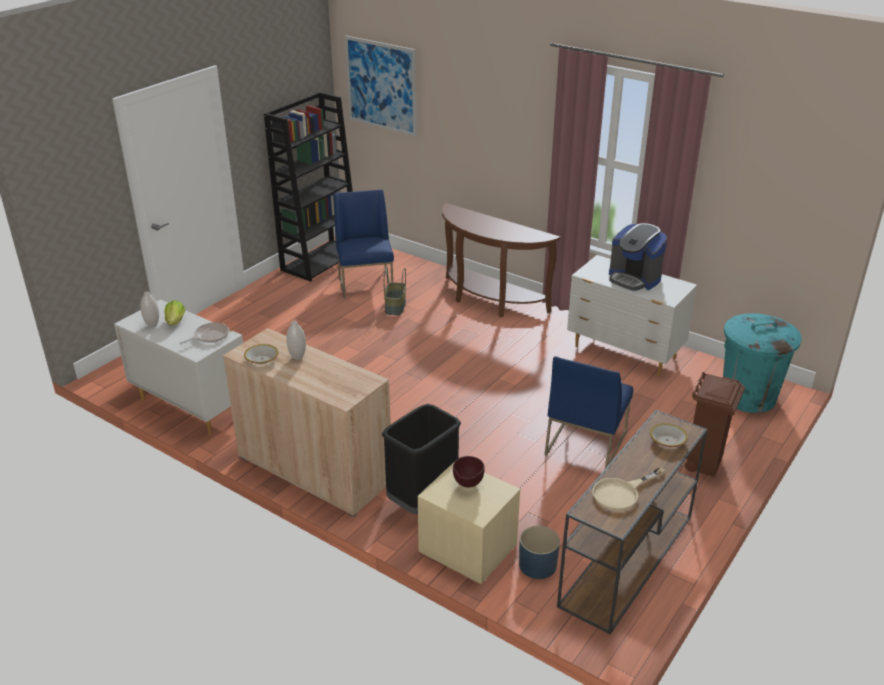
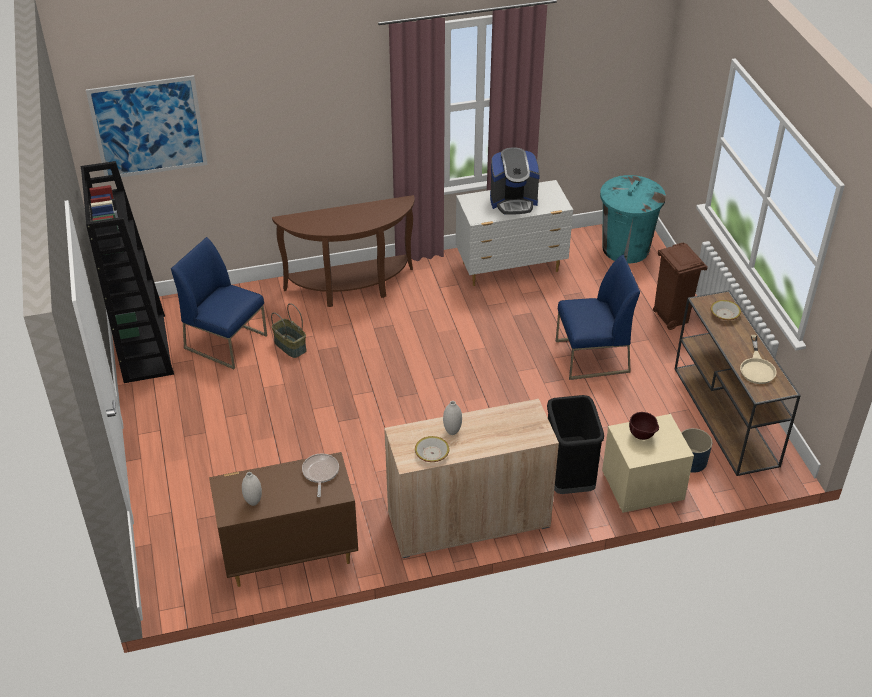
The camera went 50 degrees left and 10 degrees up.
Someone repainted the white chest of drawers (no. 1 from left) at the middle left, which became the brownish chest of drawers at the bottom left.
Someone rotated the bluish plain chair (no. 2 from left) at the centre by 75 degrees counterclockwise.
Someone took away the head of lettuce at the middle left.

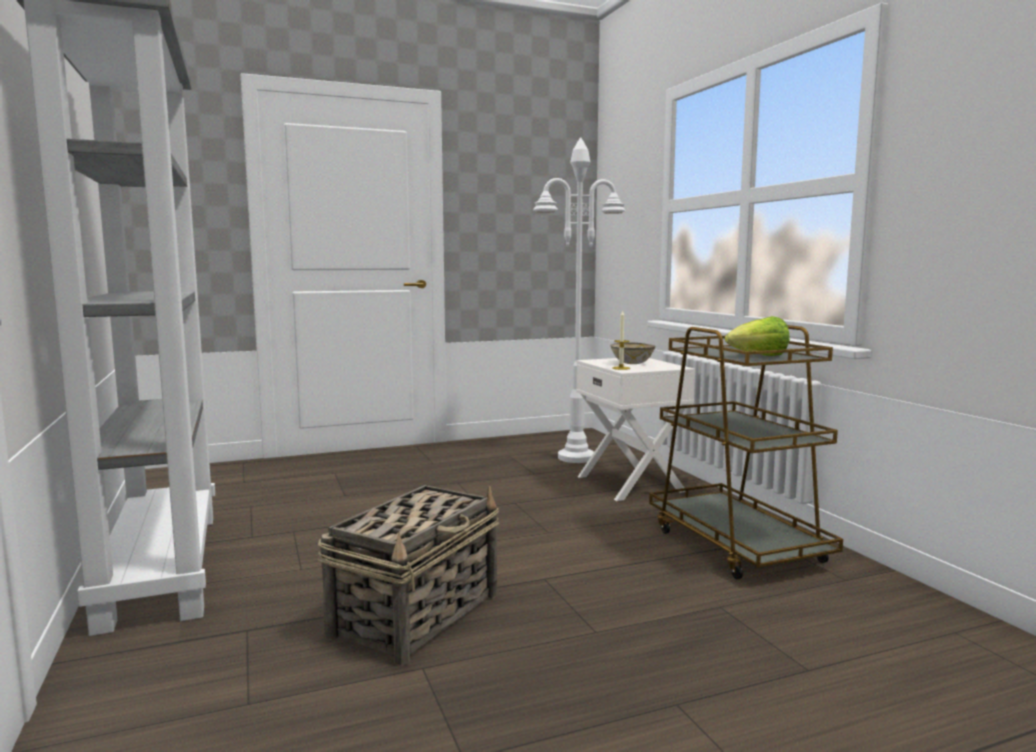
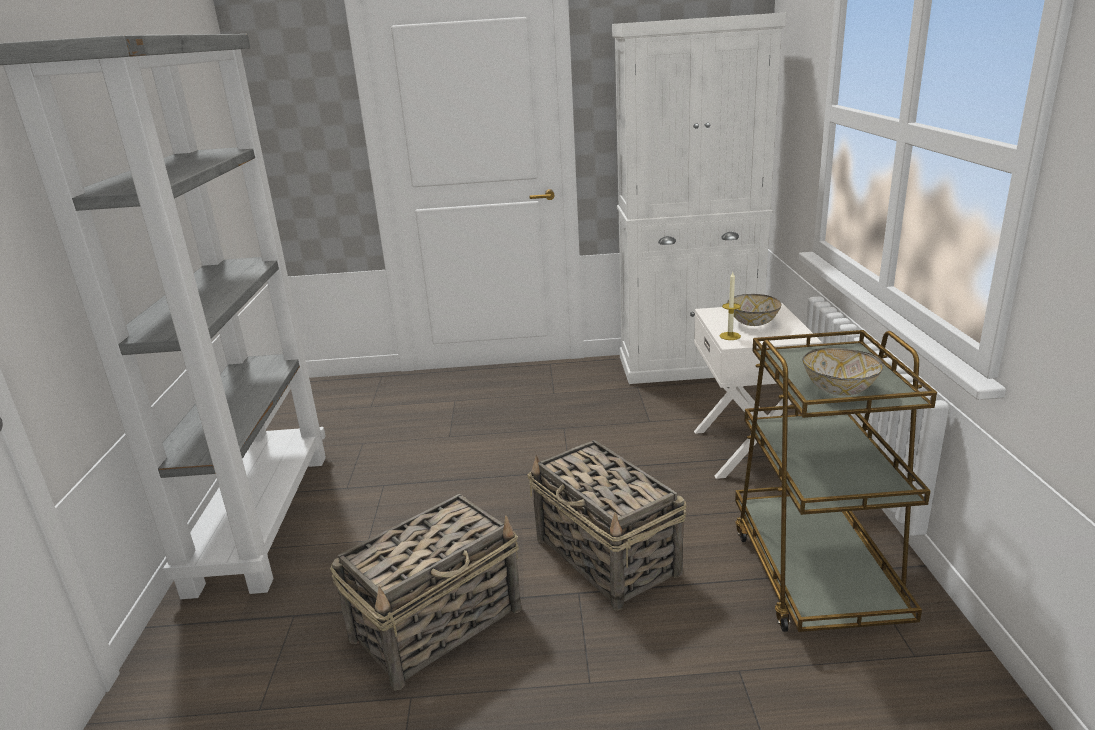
The camera went 20 degrees right and 15 degrees up.
Someone put down the storage basket (no. 2 from left) at the bottom centre.
Someone put down the white cupboard at the top centre.
Someone swapped the head of lettuce at the middle right for the deep dish (no. 2 from left) at the middle right.
Someone took away the white standing lamp at the centre.

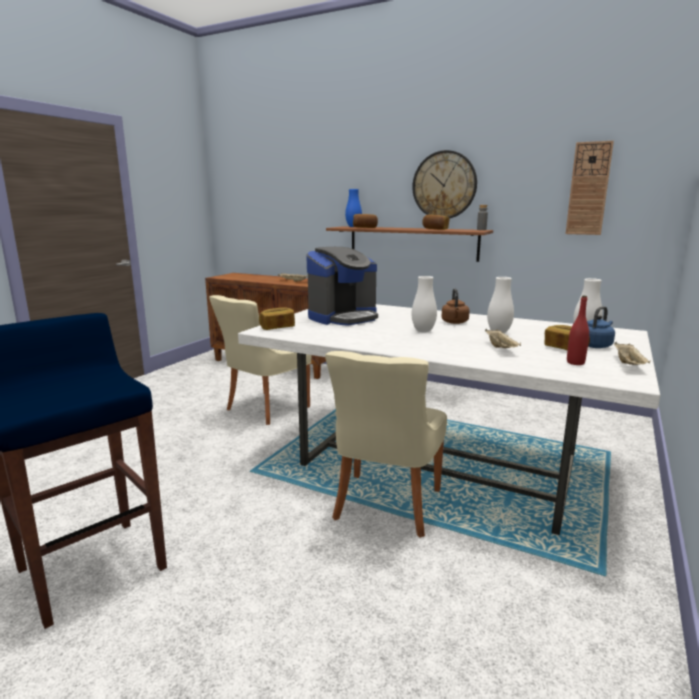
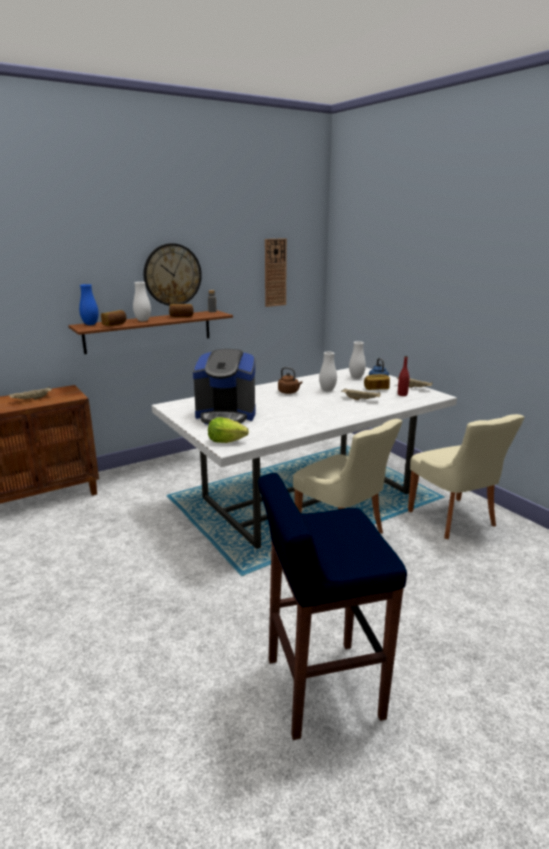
The camera went 60 degrees left and 5 degrees up.
Someone carried the white decorative vase (no. 1 from left) from the centre to the middle left.
Someone rotated the coffee machine at the centre by 105 degrees clockwise.
Someone swapped the baked bread (no. 1 from left) at the centre for the head of lettuce at the centre.
Someone carried the beige plain chair (no. 1 from left in the first image) from the centre to the middle right.

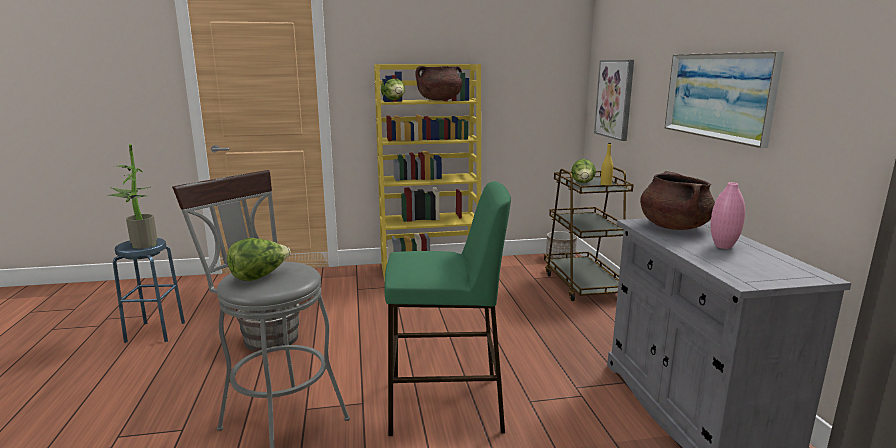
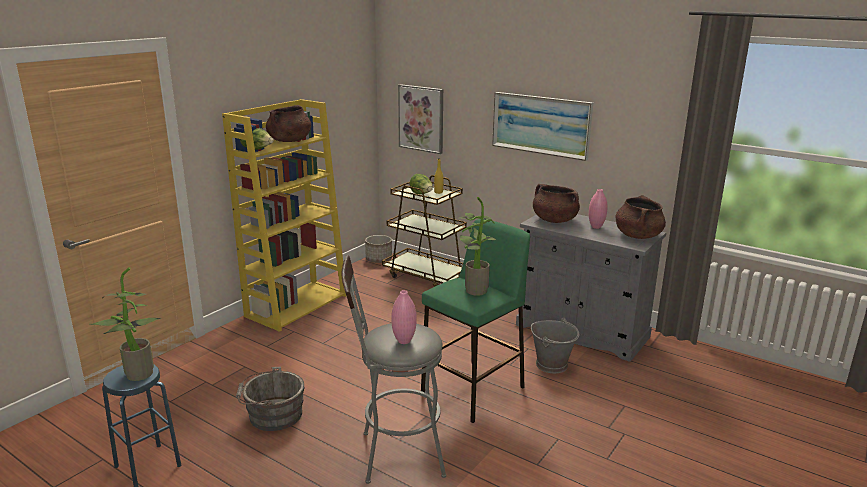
The camera went 45 degrees left and 5 degrees up.
Someone swapped the head of lettuce (no. 1 from left) at the middle left for the pink-coloured decorative vase (no. 1 from left) at the centre.
Someone put down the houseplant (no. 2 from left) at the centre.
Someone put down the grey bucket (no. 2 from left) at the bottom centre.
Someone put down the brownish saucepot (no. 3 from left) at the middle right.

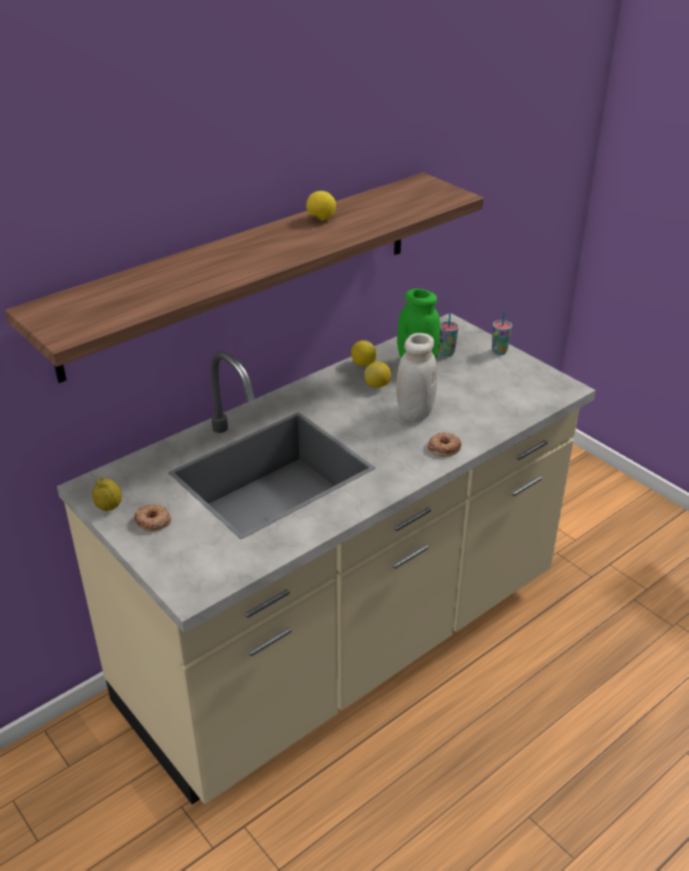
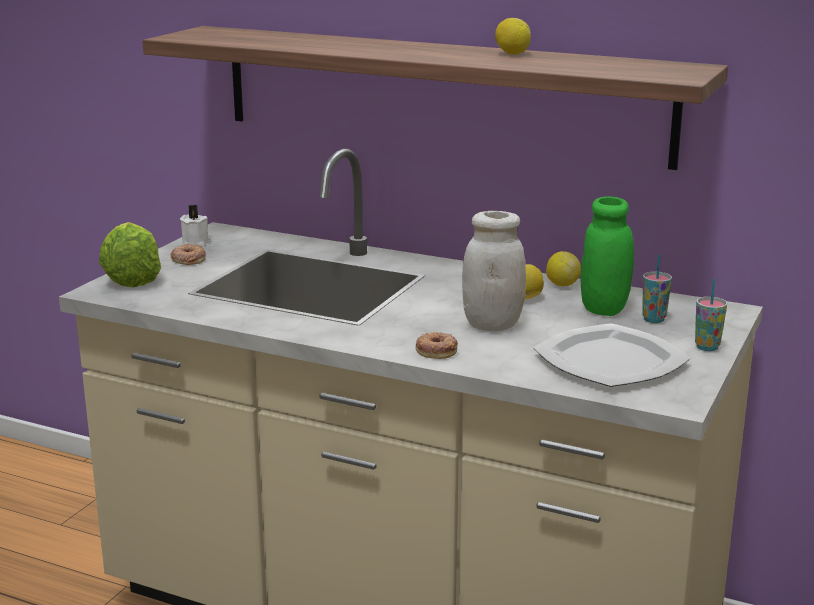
The camera went 65 degrees right and 15 degrees down.
Someone put down the head of lettuce at the middle left.
Someone swapped the citrus fruit (no. 1 from left) at the middle left for the white wax candle at the middle left.
Someone put down the flat dish at the middle right.

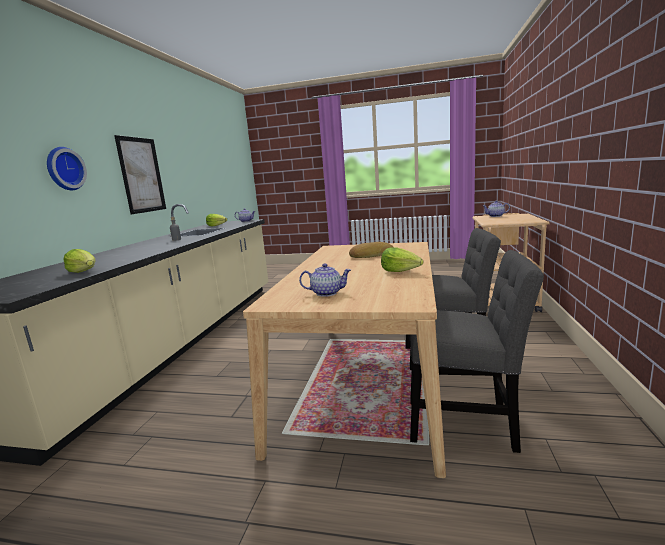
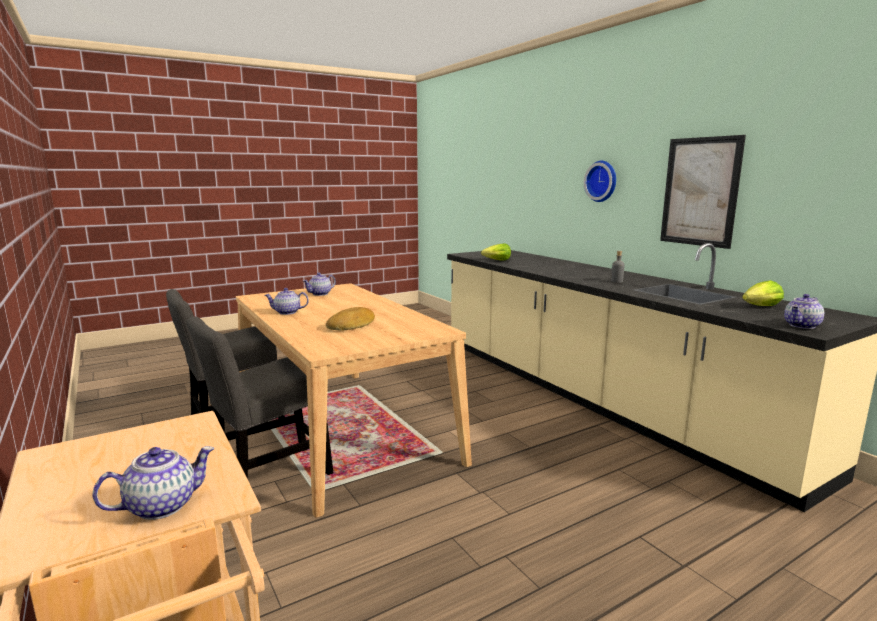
The camera went 135 degrees right and 0 degrees up.
Someone swapped the head of lettuce (no. 3 from left) at the centre for the pot for tea (no. 2 from left) at the middle left.

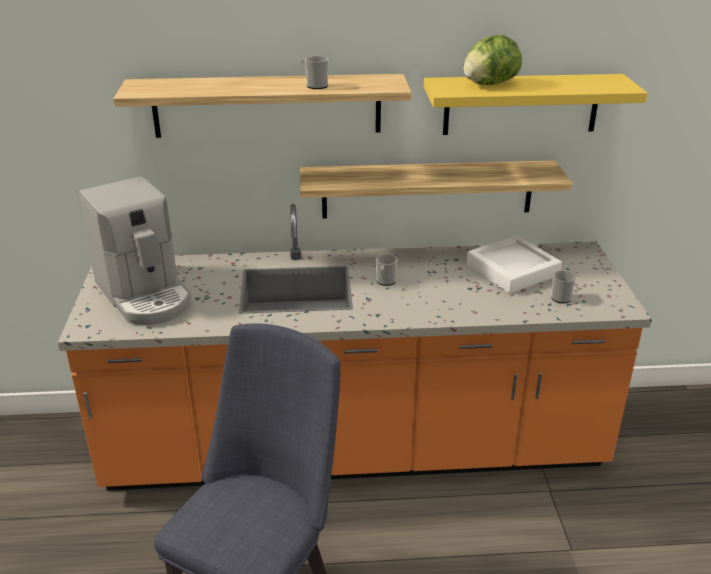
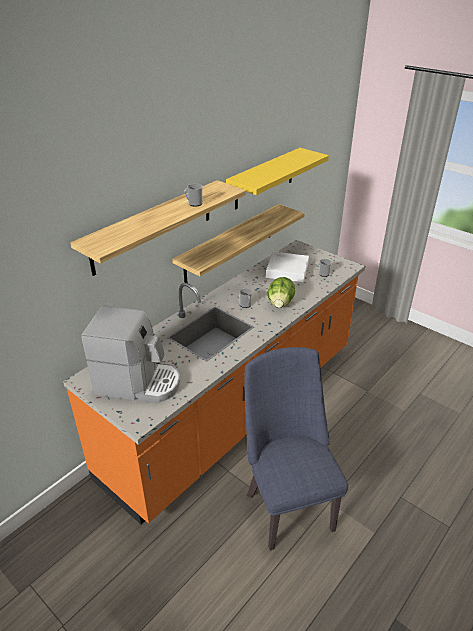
The camera went 45 degrees left and 5 degrees up.
Someone carried the head of lettuce from the top right to the centre.

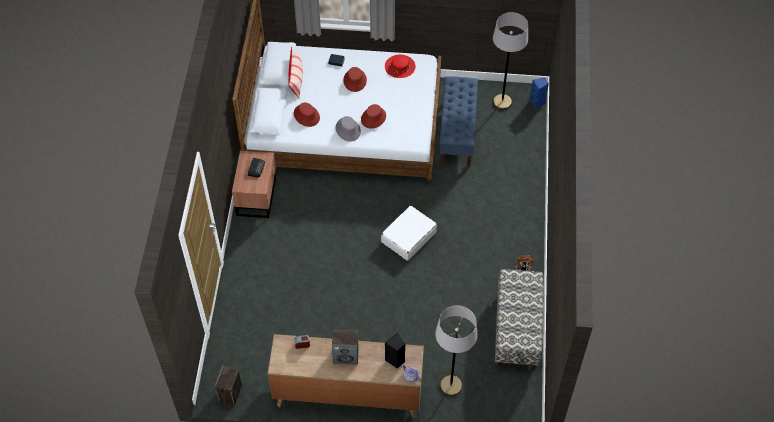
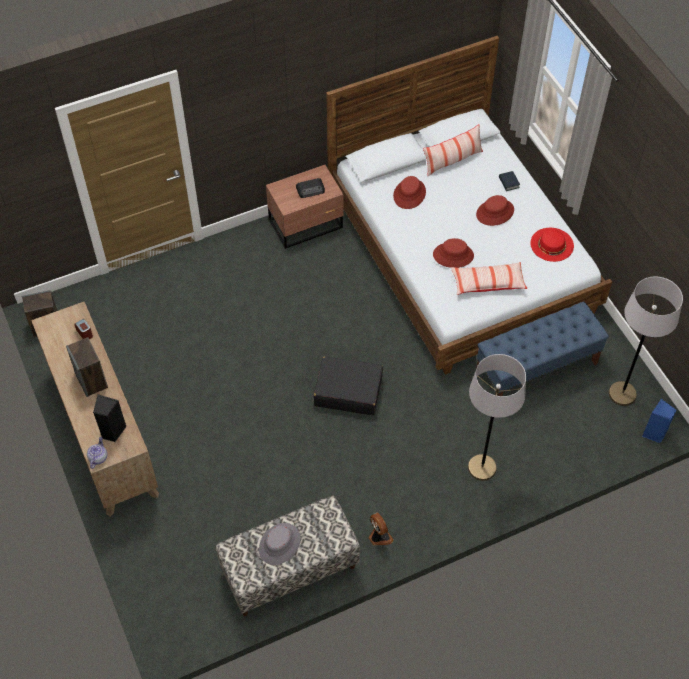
The camera went 60 degrees right and 0 degrees up.
Someone carried the grey clothing hat from the top centre to the bottom centre.
Someone repainted the white travel case at the centre, which became the black-coloured travel case at the centre.
Someone put down the throw pillow (no. 2 from left) at the middle right.
Someone carried the grey standing lamp (no. 1 from left) from the bottom centre to the middle right.

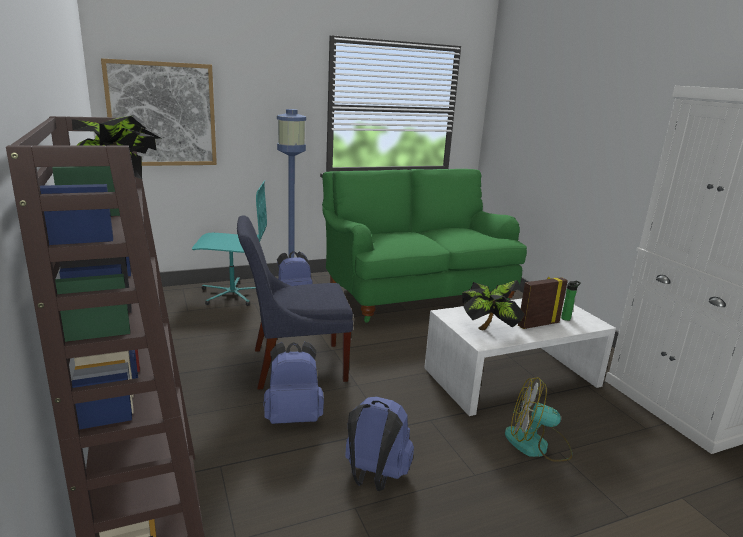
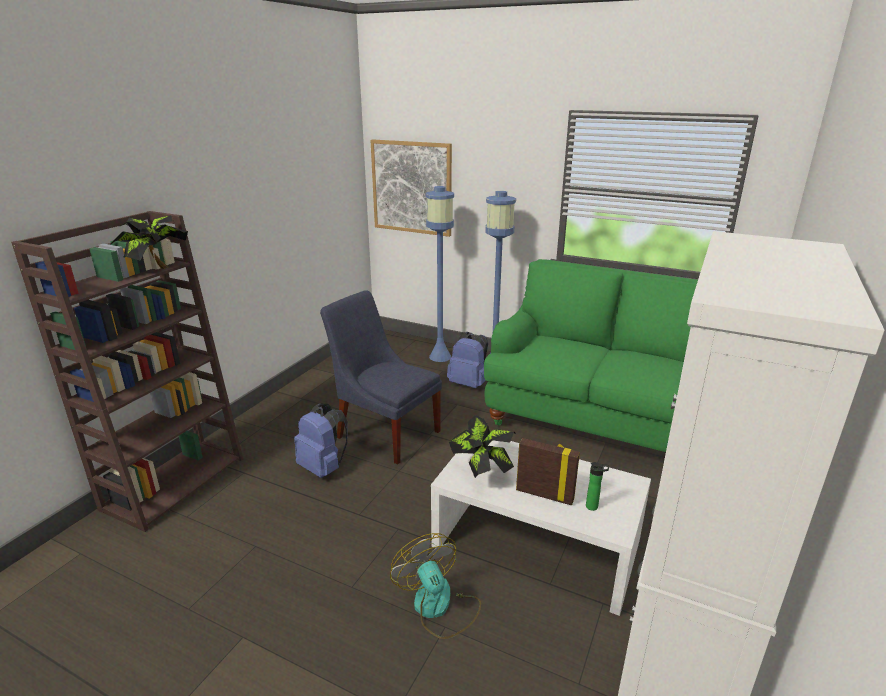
The camera went 50 degrees right and 5 degrees up.
Someone swapped the turquoise-coloured computer chair at the middle left for the bluish standing lamp (no. 1 from left) at the centre.
Someone took away the bluish knapsack (no. 3 from left) at the bottom centre.

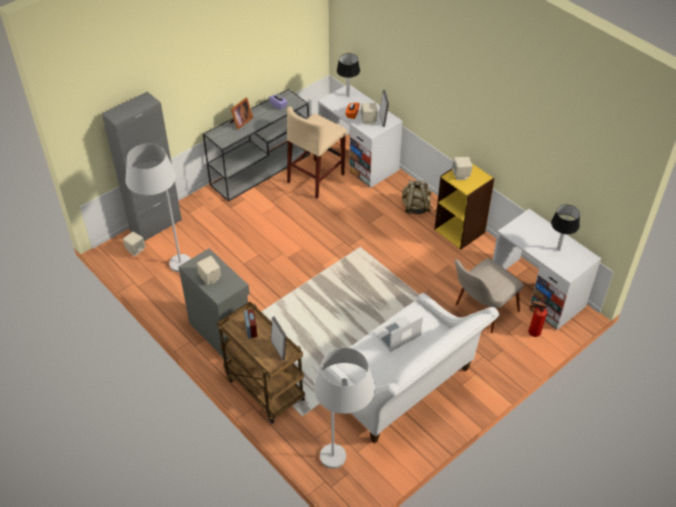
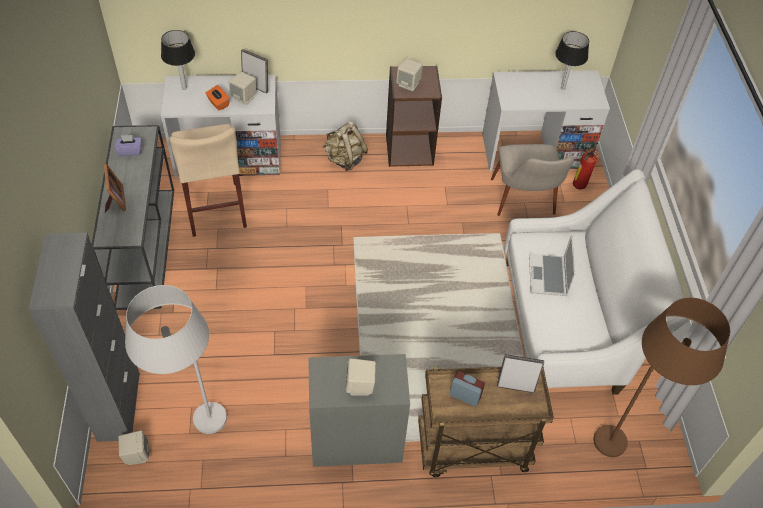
The camera went 55 degrees left and 5 degrees up.
Someone repainted the yellow bookshelf at the middle right, which became the brownish bookshelf at the top centre.
Someone repainted the white standing lamp (no. 2 from left) at the bottom centre, which became the brownish standing lamp at the bottom right.

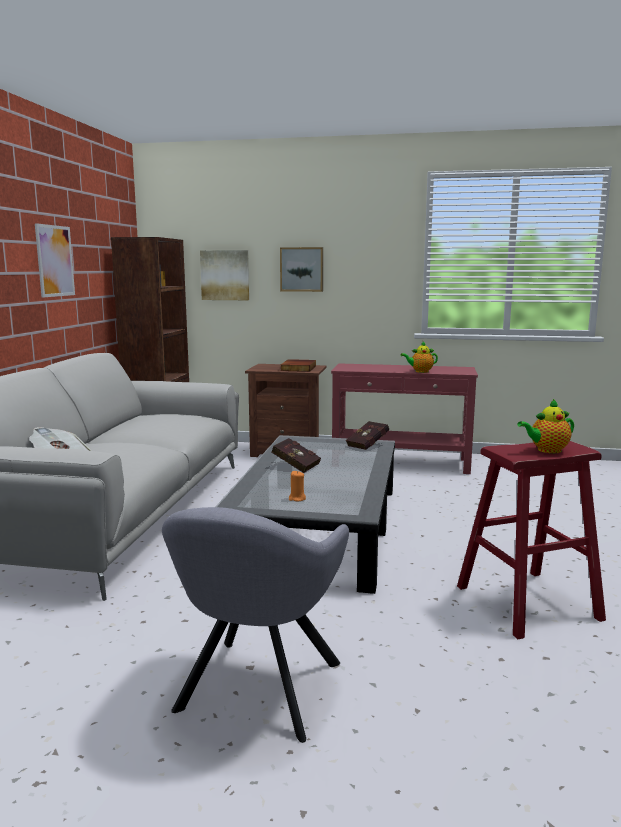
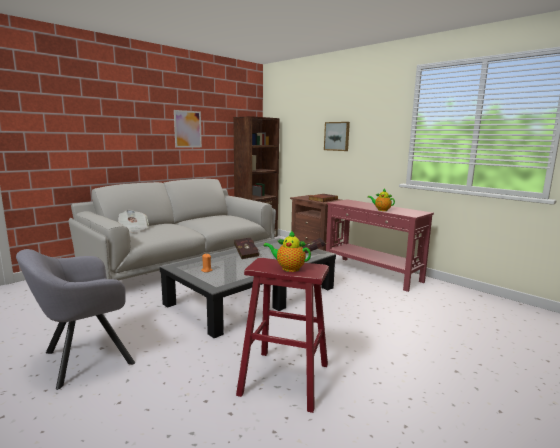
The camera went 35 degrees right and 0 degrees up.
Someone took away the wall picture (no. 2 from left) at the top centre.

